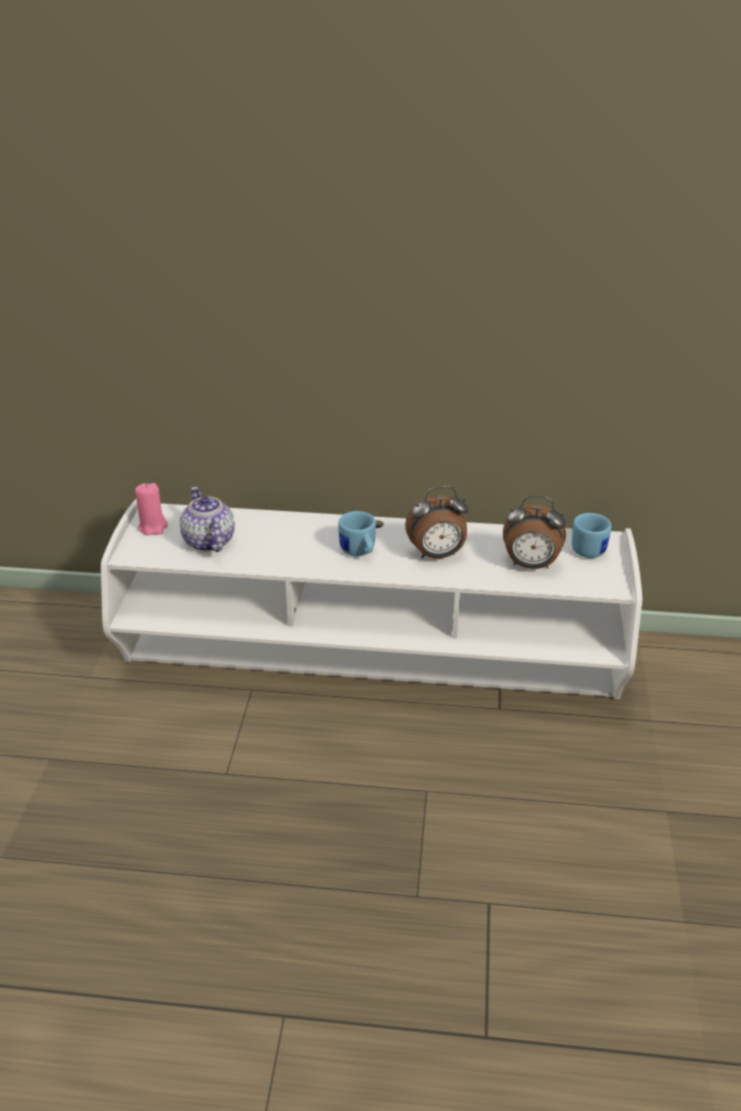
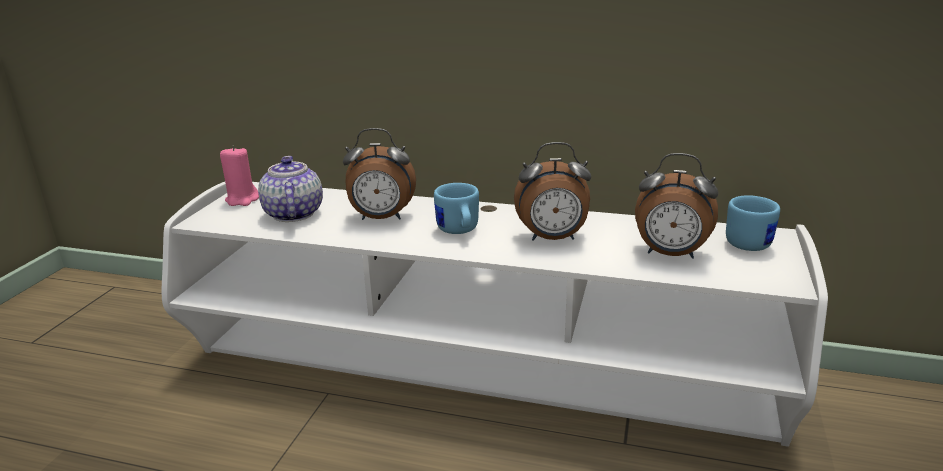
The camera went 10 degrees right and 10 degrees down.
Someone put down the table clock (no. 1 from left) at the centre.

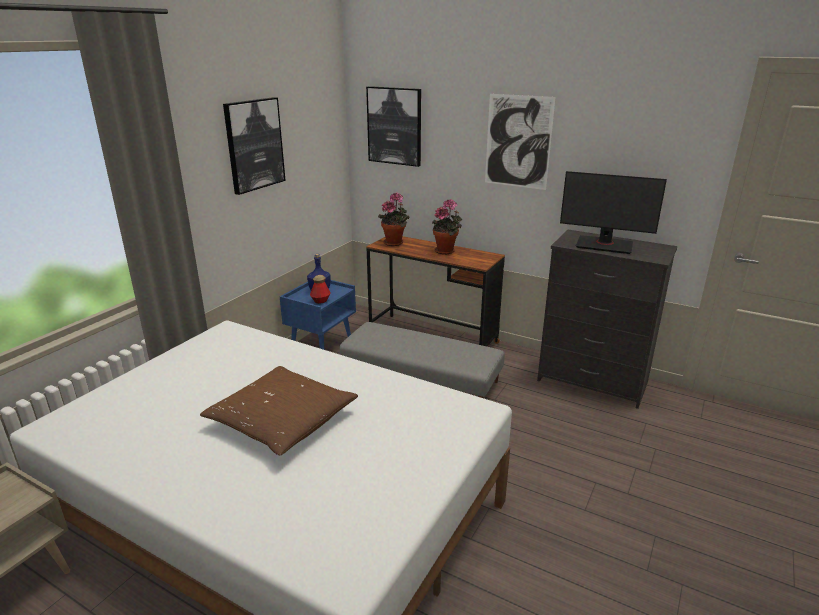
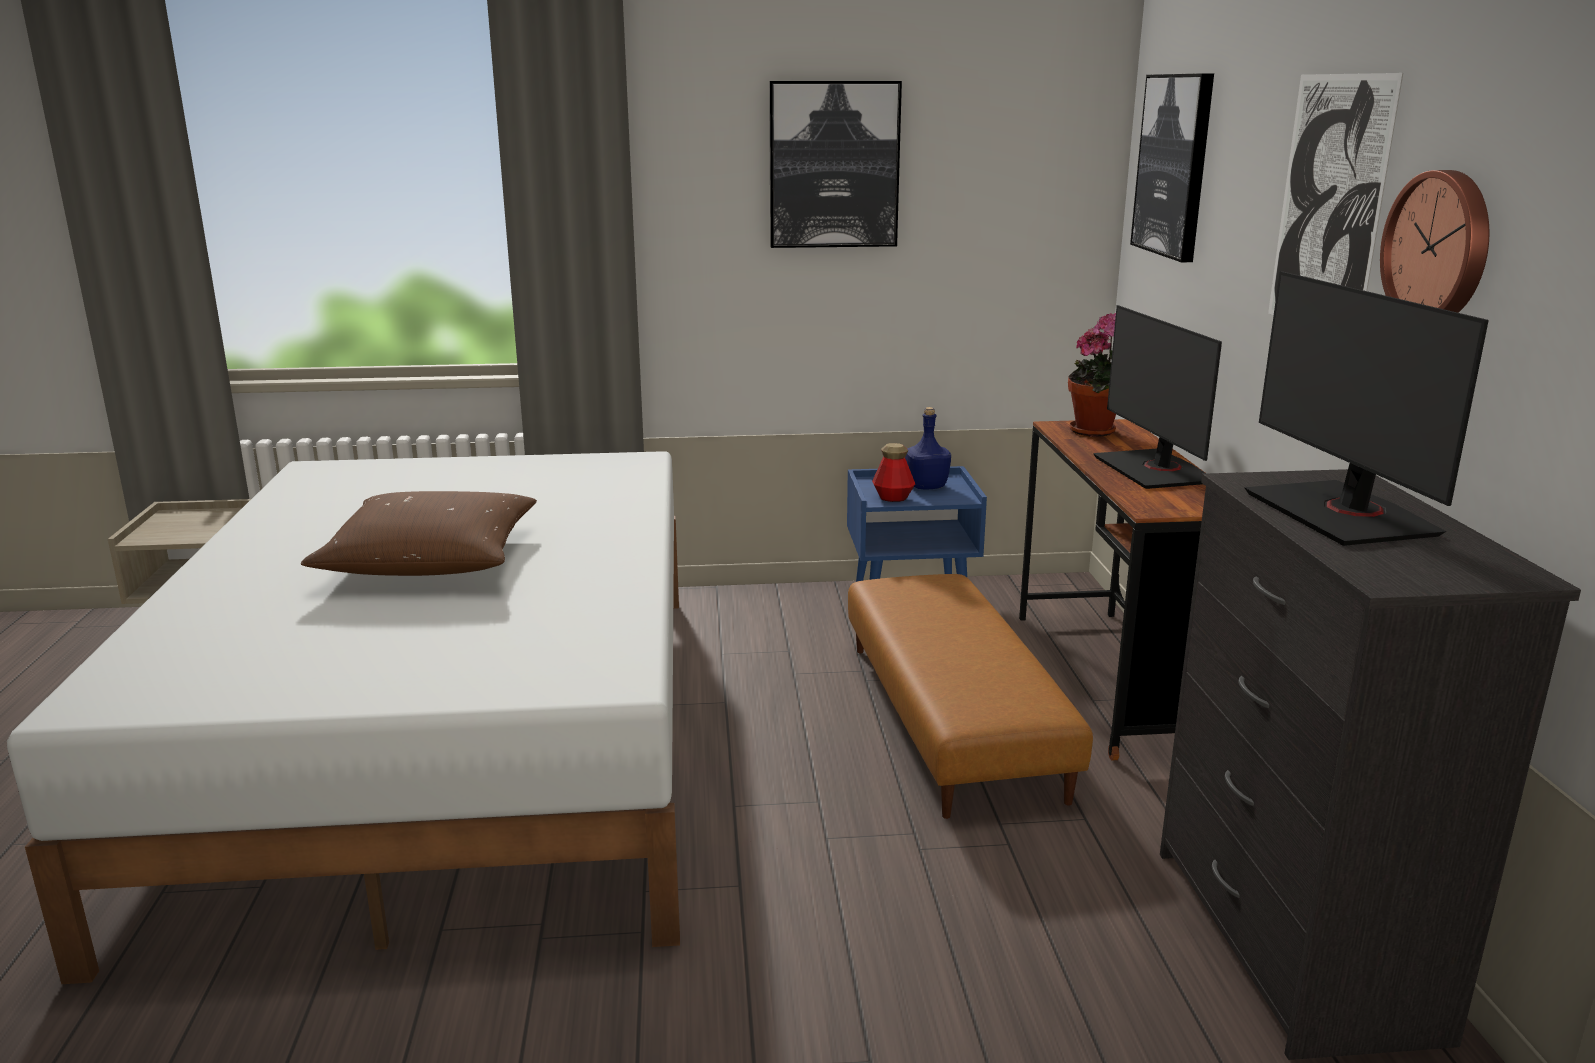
The camera went 55 degrees right and 5 degrees down.
Someone repainted the grey ottoman at the centre, which became the brownish ottoman at the centre.
Someone swapped the houseplant (no. 2 from left) at the centre for the monitor (no. 1 from left) at the middle right.
Someone put up the wall clock at the top right.

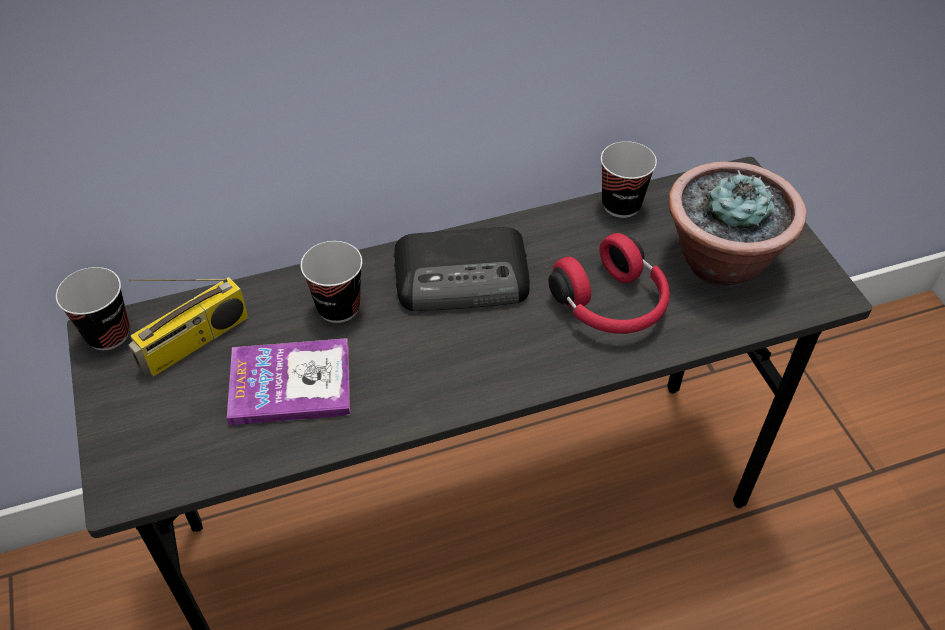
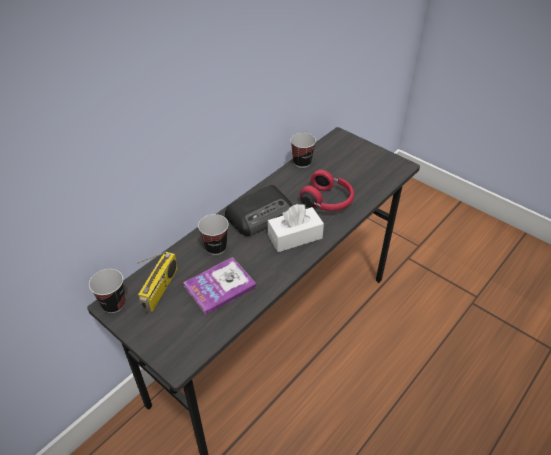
The camera went 30 degrees left and 5 degrees down.
Someone put down the white tissue box at the centre.
Someone took away the houseplant at the middle right.

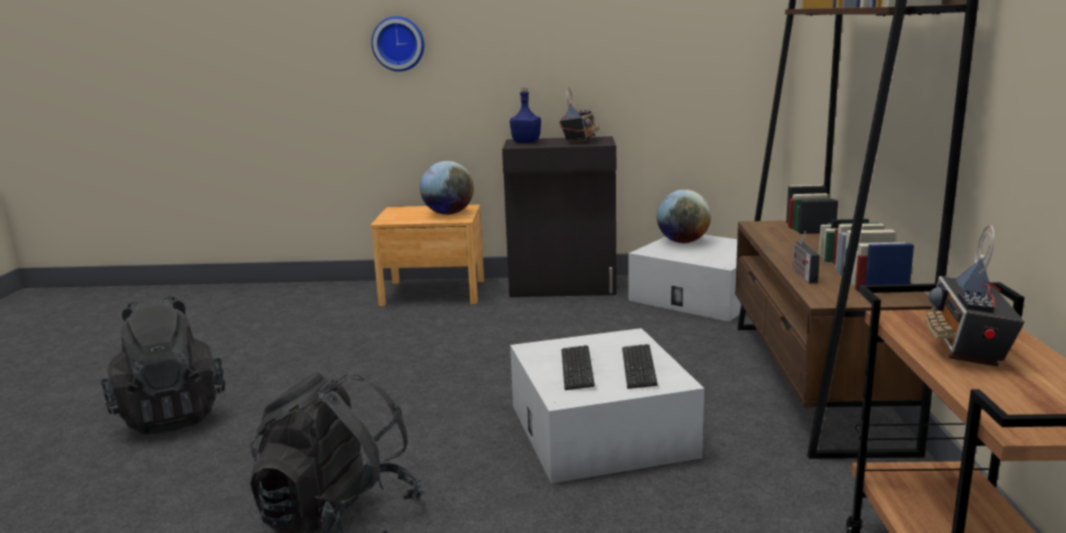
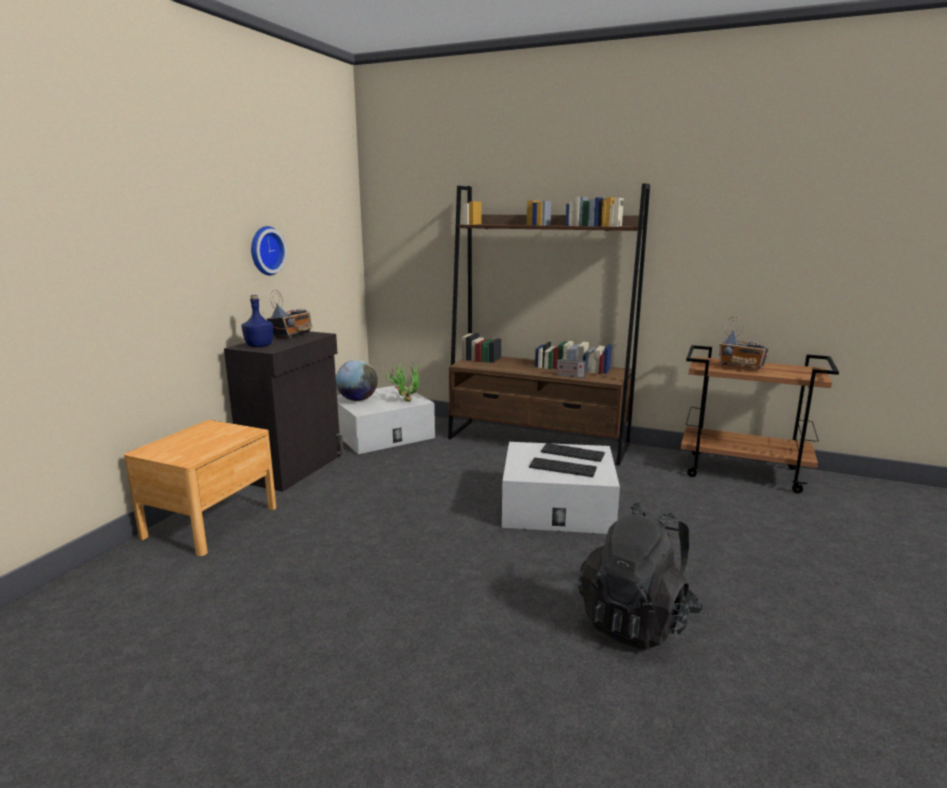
The camera went 70 degrees left and 0 degrees up.
Someone carried the wall clock from the top centre to the top left.
Someone rotated the radio receiver (no. 1 from left) at the top centre by 75 degrees clockwise.
Someone put down the houseplant at the centre.
Someone took away the black-coloured knapsack (no. 1 from left) at the bottom left.
Someone took away the desk globe (no. 1 from left) at the centre.

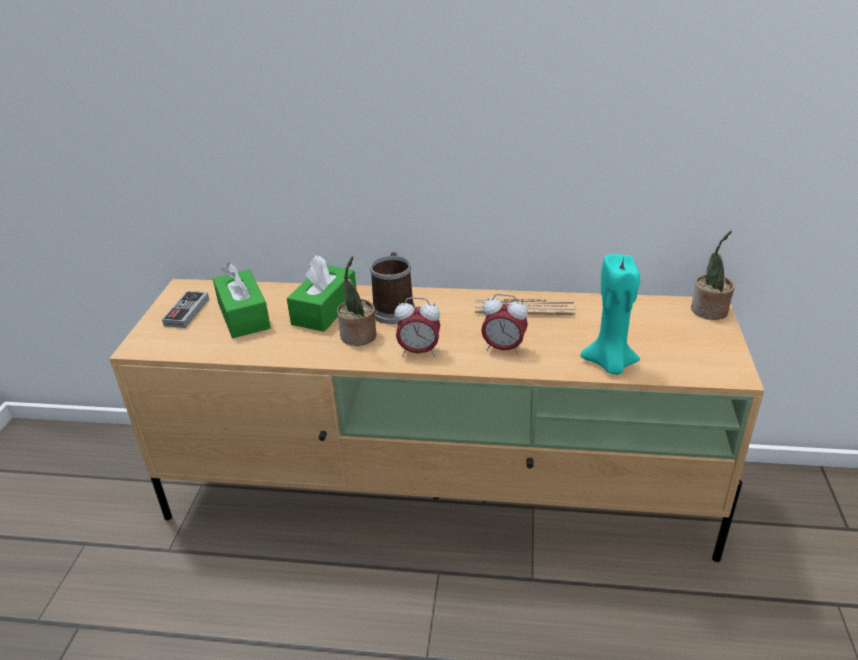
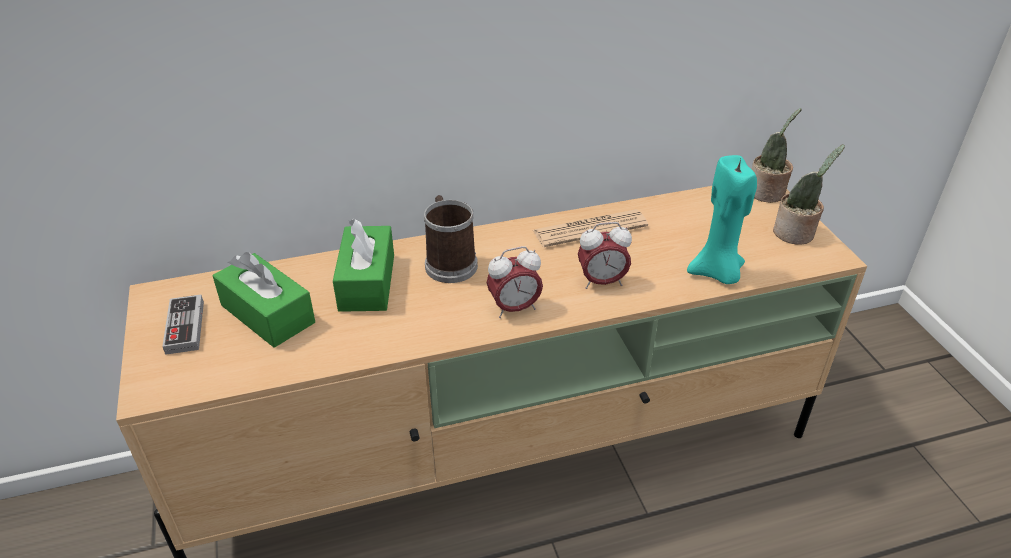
The camera went 25 degrees left and 5 degrees up.
Someone carried the houseplant (no. 1 from left in the first image) from the centre to the middle right.

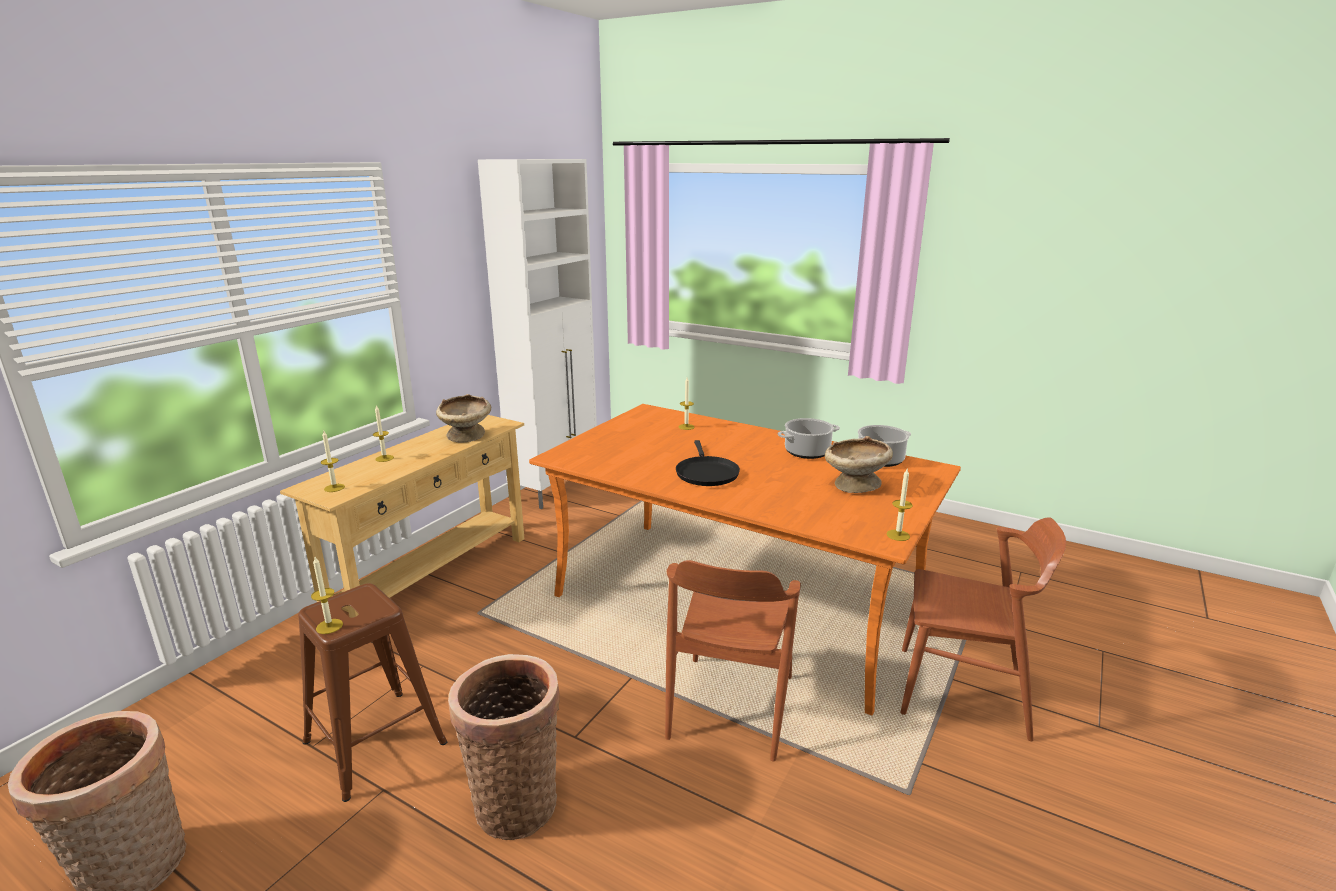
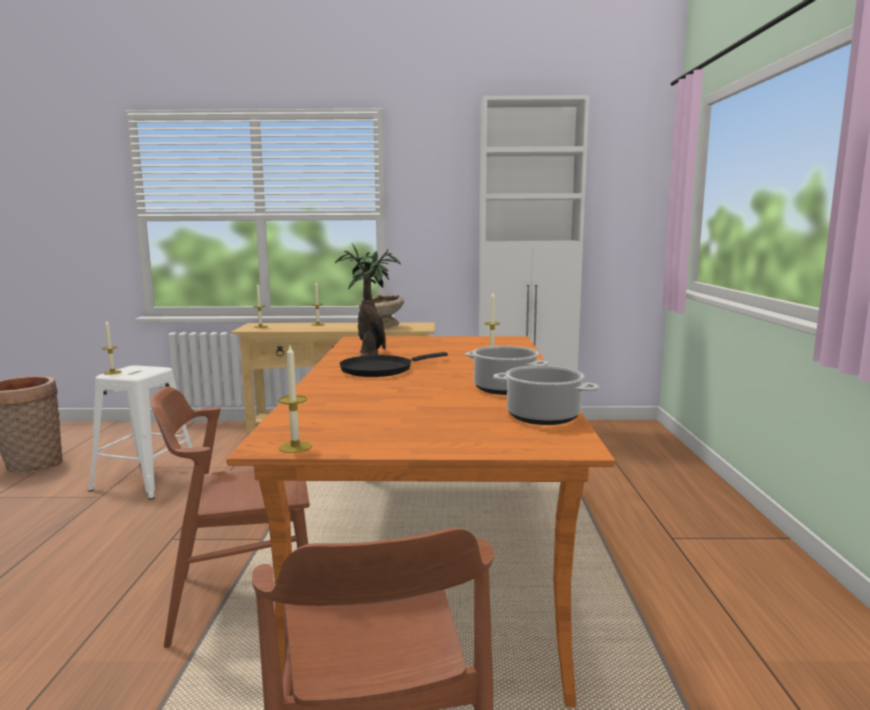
The camera went 60 degrees right and 10 degrees down.
Someone repainted the brownish stool seat at the bottom left, which became the white stool seat at the middle left.
Someone put down the houseplant at the centre.
Someone took away the storage basket (no. 2 from left) at the bottom centre.
Someone took away the beige deep dish (no. 2 from left) at the centre.

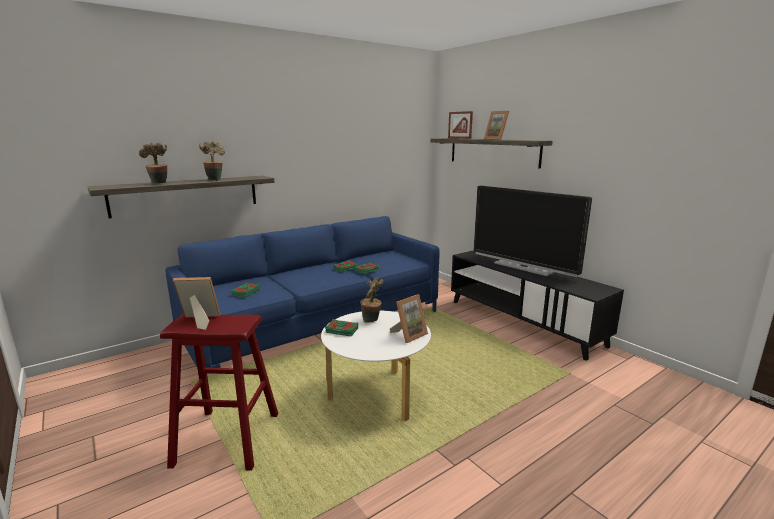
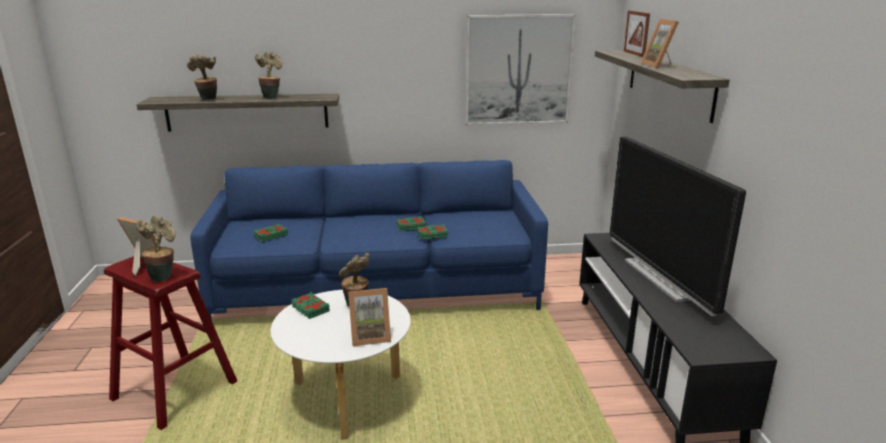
The camera went 30 degrees right and 5 degrees up.
Someone put down the houseplant (no. 1 from left) at the middle left.
Someone put up the wall picture at the top centre.

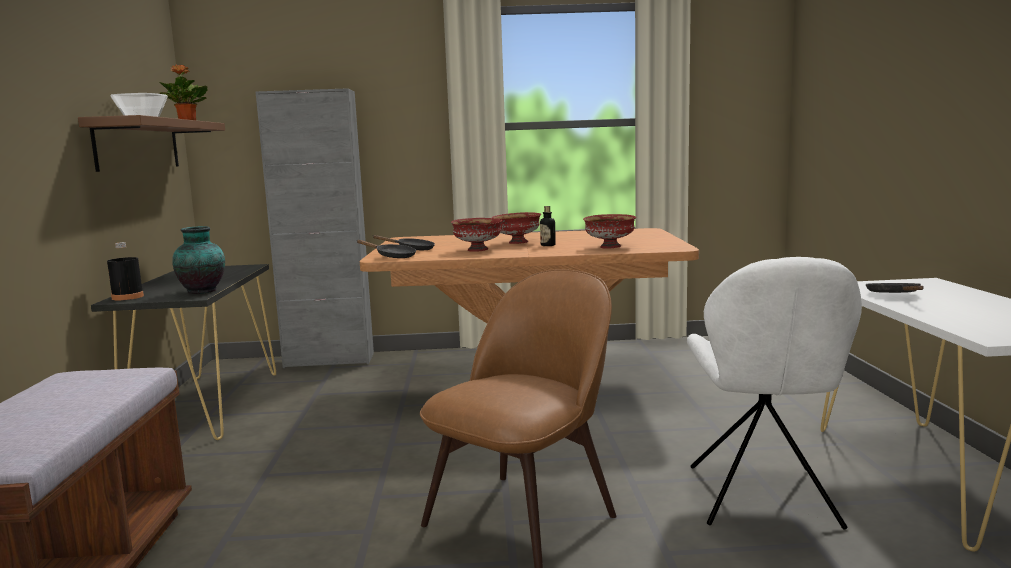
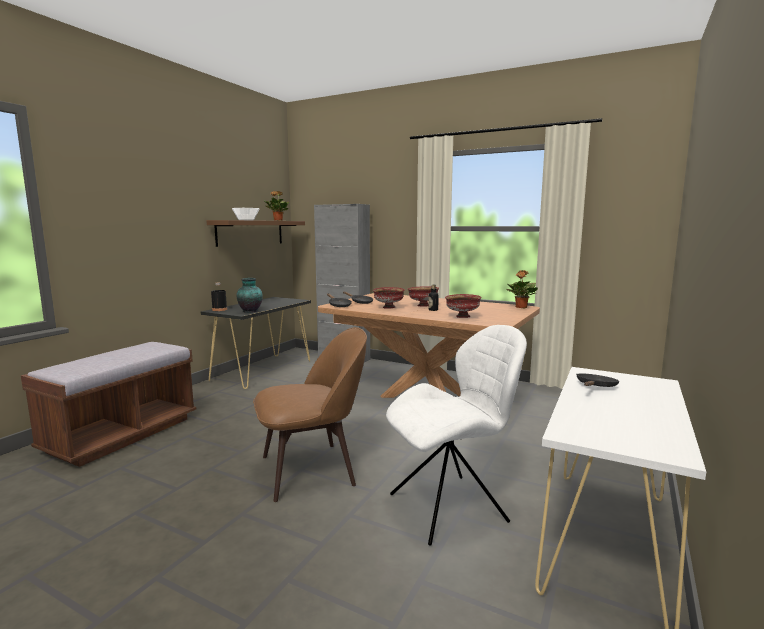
The camera went 30 degrees right and 0 degrees up.
Someone rotated the white plain chair at the bottom right by 150 degrees counterclockwise.
Someone put down the houseplant (no. 2 from left) at the middle right.

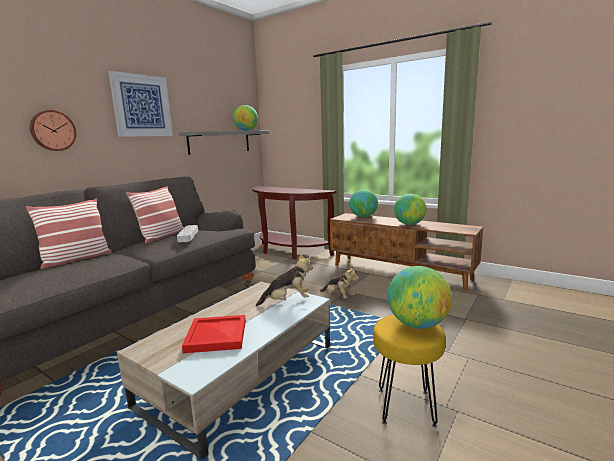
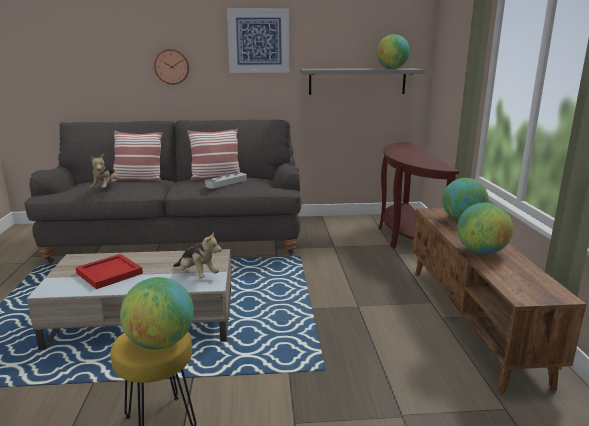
The camera went 50 degrees right and 5 degrees up.
Someone carried the plush toy (no. 2 from left in the first image) from the centre to the middle left.

